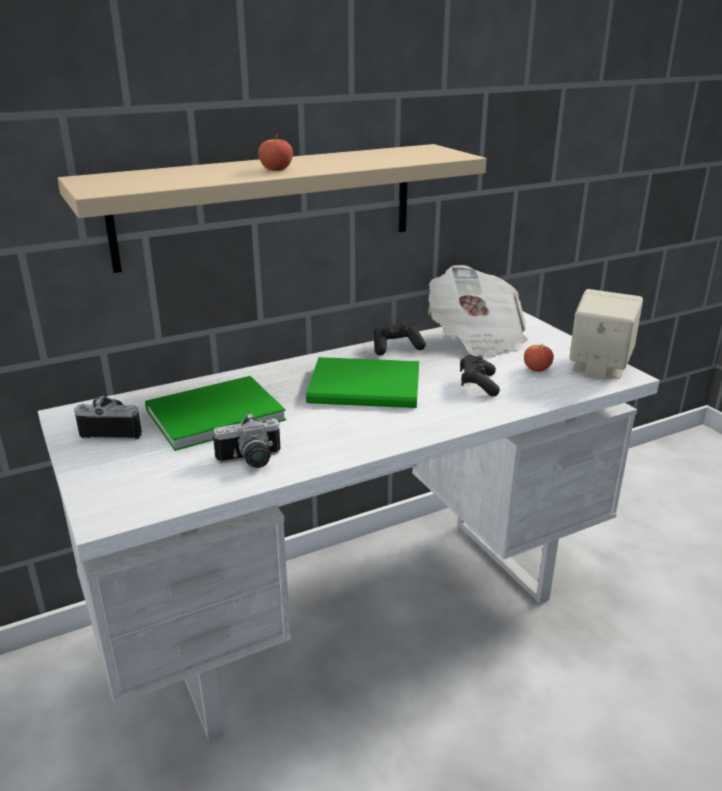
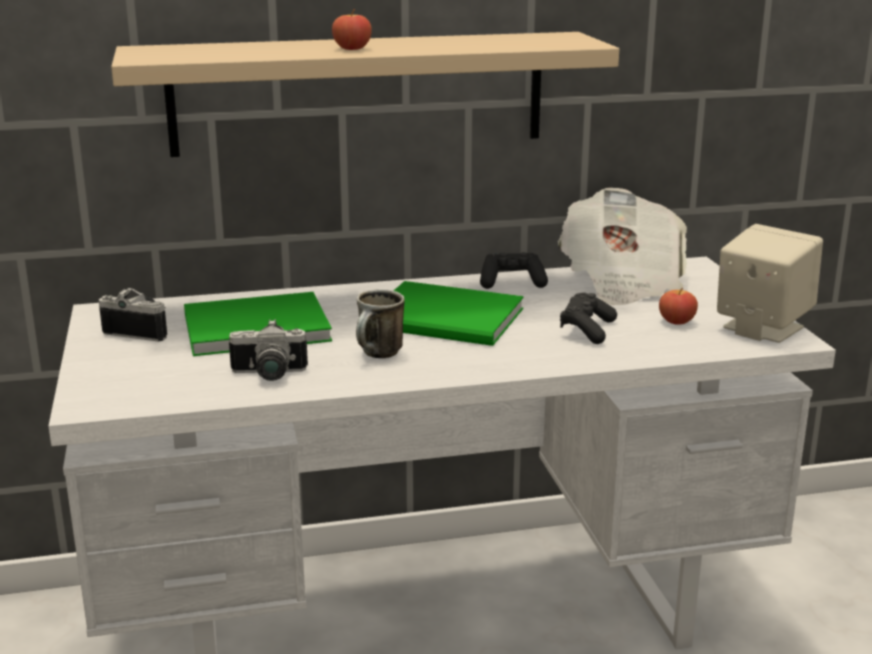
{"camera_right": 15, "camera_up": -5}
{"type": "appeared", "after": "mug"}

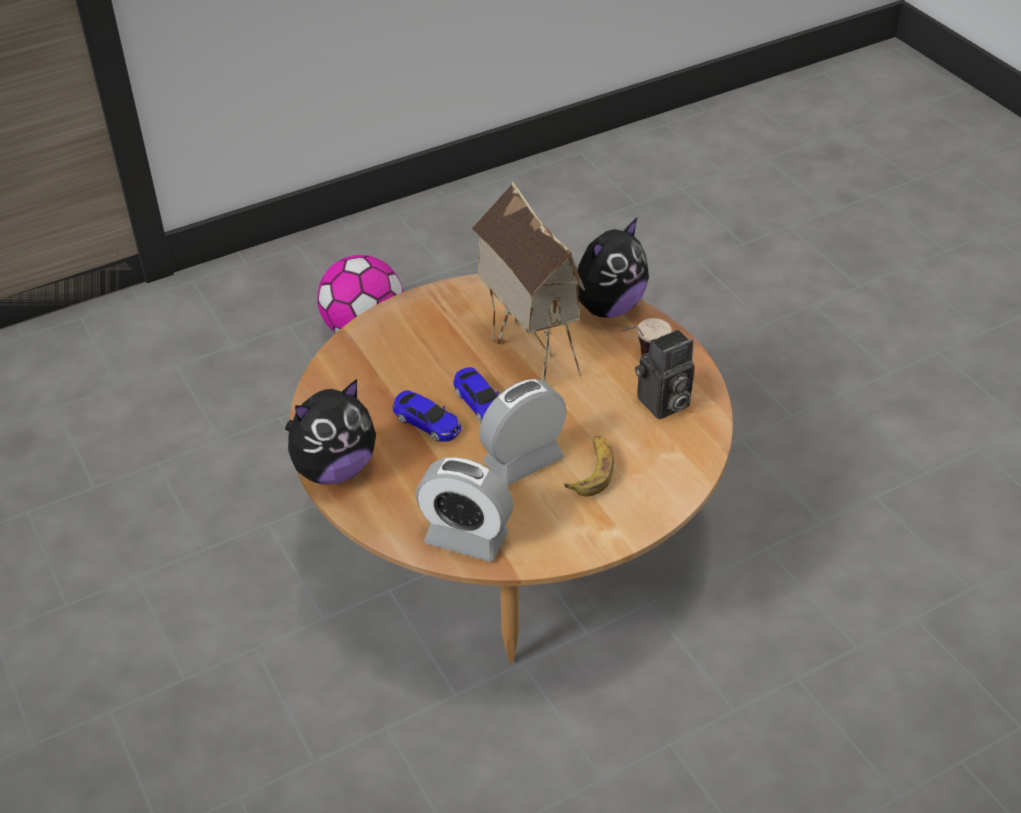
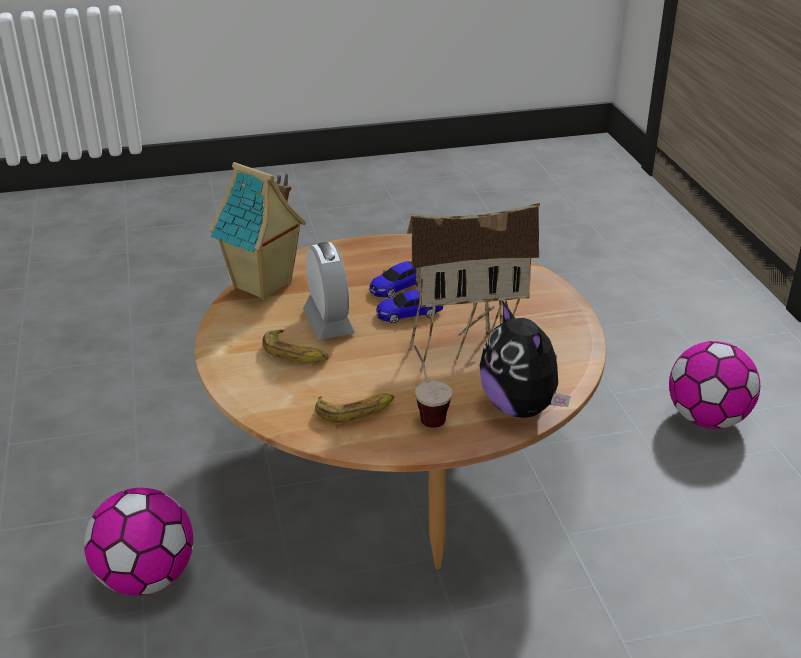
{"camera_right": 105, "camera_up": -10}
{"type": "exchanged", "before": "appareil photo", "after": "banane (no. 2 from left)"}
{"type": "missing", "before": "peluche (no. 1 from left)"}
{"type": "exchanged", "before": "réveil (no. 1 from left)", "after": "maison miniature (no. 1 from left)"}
{"type": "appeared", "after": "ballon de foot (no. 1 from left)"}

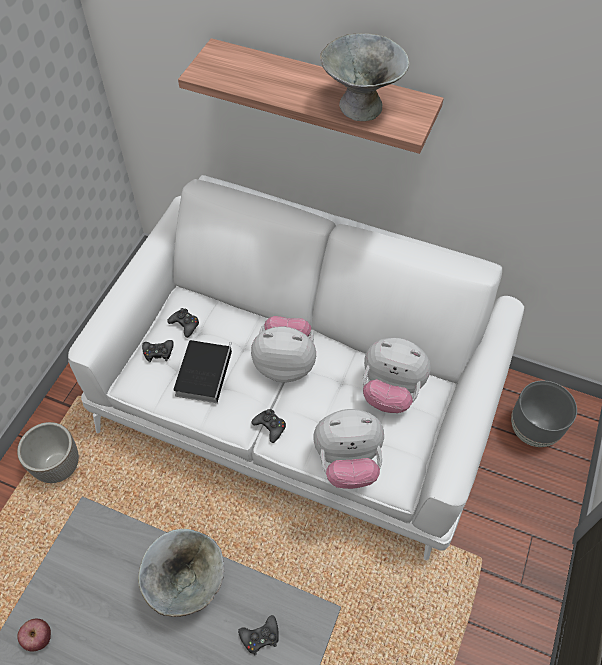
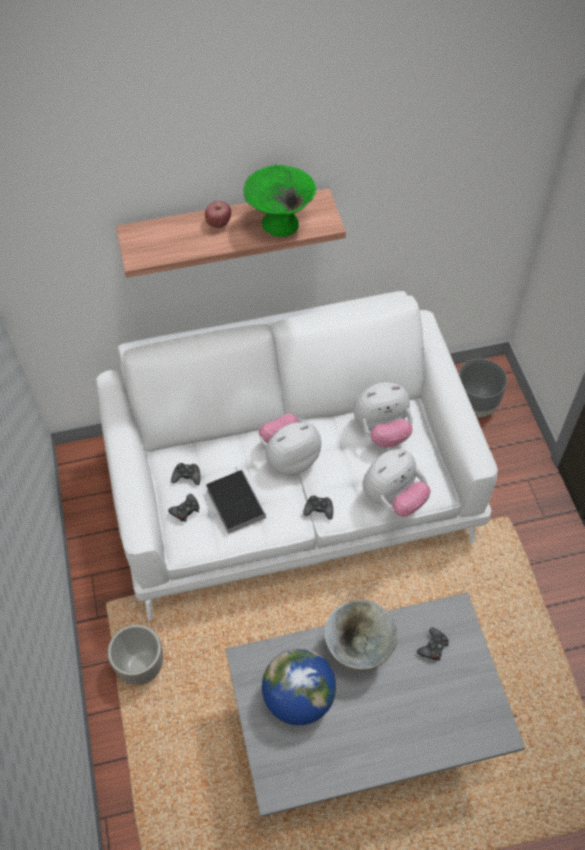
{"camera_right": -35, "camera_up": 0}
{"type": "colour", "before": "bol [gris] (no. 2 from left)", "after": "bol [vert]"}
{"type": "relocated", "before": "pomme"}
{"type": "appeared", "after": "globe"}

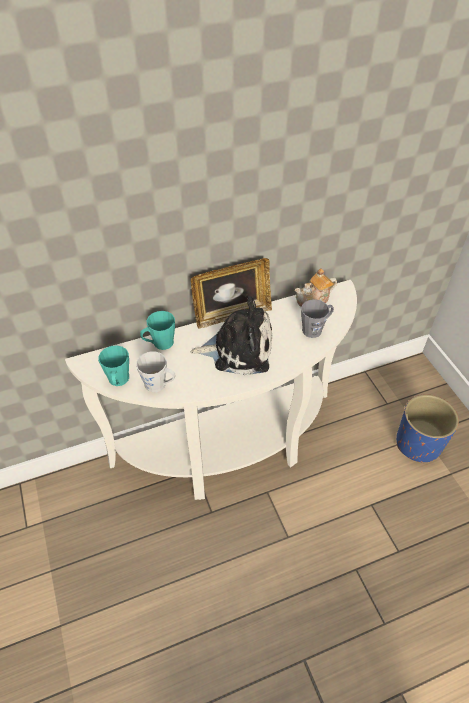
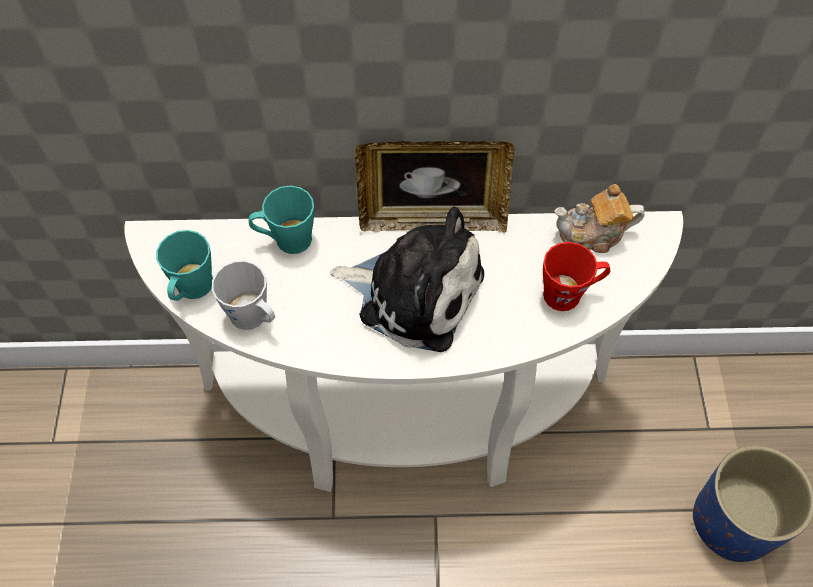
{"camera_right": 20, "camera_up": 10}
{"type": "colour", "before": "mug [gris] (no. 2 from left)", "after": "mug [rouge]"}

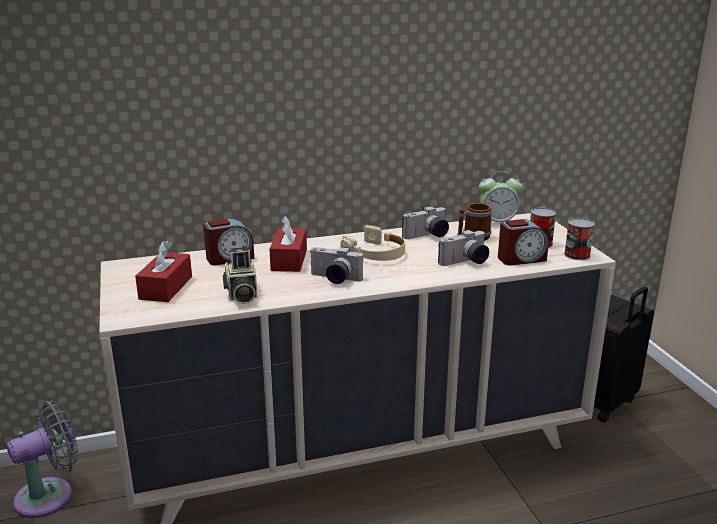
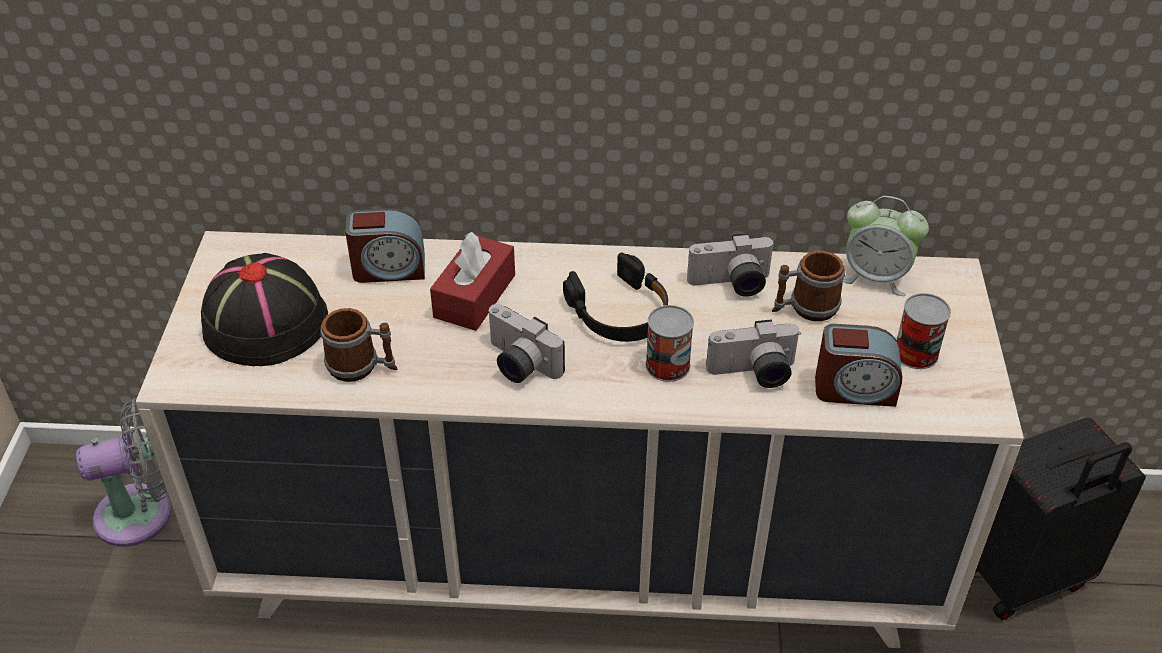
{"camera_right": 20, "camera_up": 20}
{"type": "relocated", "before": "boîte métallique (no. 2 from left in the first image)", "after": "boîte métallique (no. 1 from left)"}
{"type": "colour", "before": "casque audio [beige]", "after": "casque audio [noir]"}
{"type": "exchanged", "before": "boîte à mouchoirs [rouge] (no. 1 from left)", "after": "chapeau [noir]"}
{"type": "exchanged", "before": "appareil photo (no. 1 from left)", "after": "mug (no. 1 from left)"}

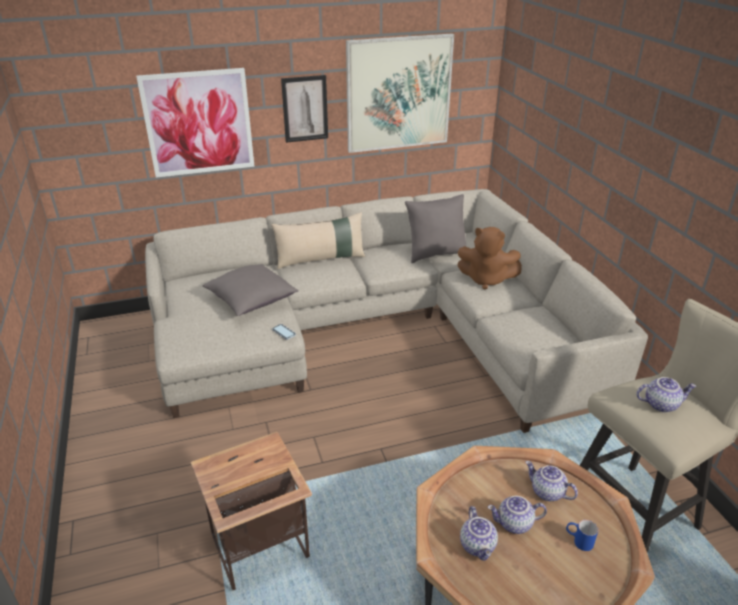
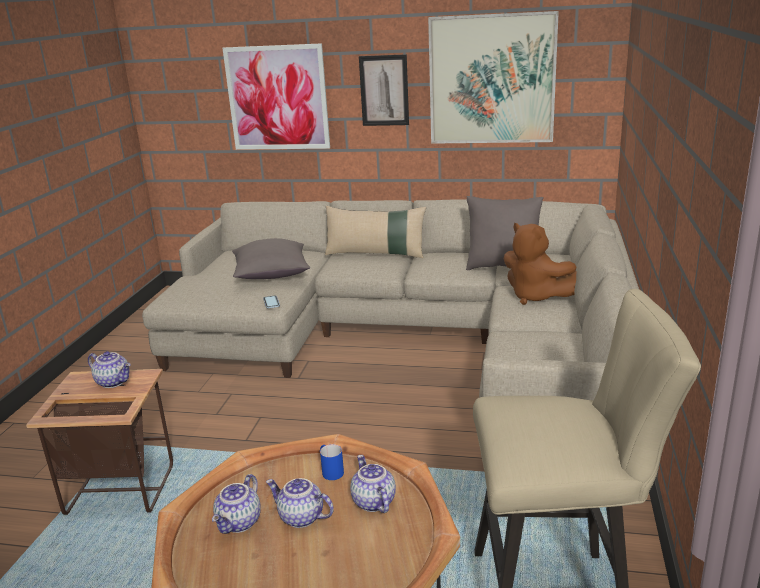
{"camera_right": 30, "camera_up": -10}
{"type": "relocated", "before": "théière (no. 4 from left in the first image)", "after": "théière (no. 1 from left)"}
{"type": "relocated", "before": "mug [bleu]"}

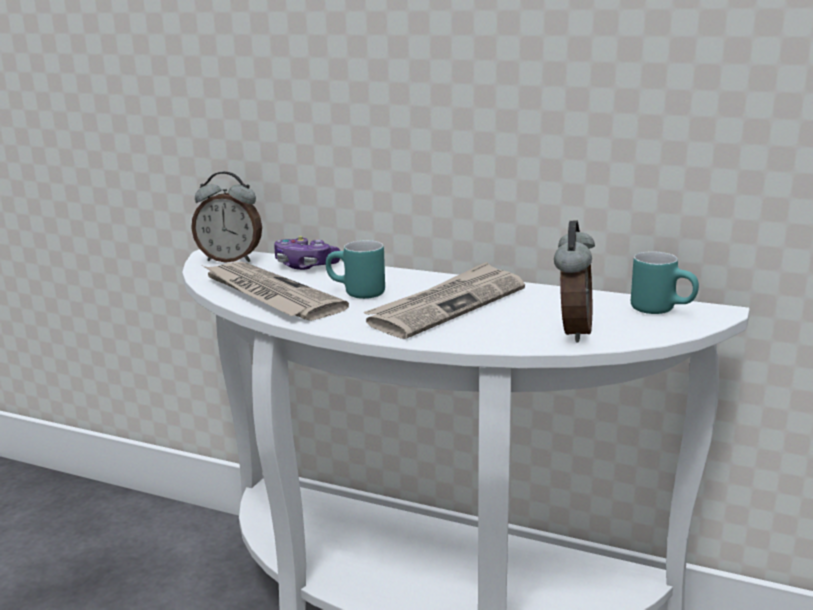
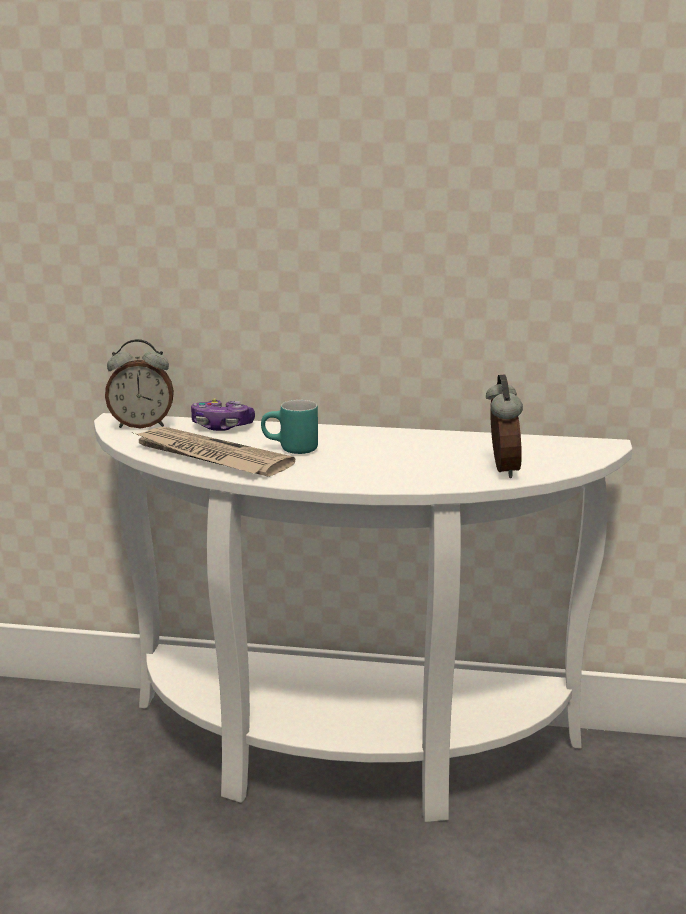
{"camera_right": -15, "camera_up": 0}
{"type": "missing", "before": "mug [turquoise] (no. 2 from left)"}
{"type": "missing", "before": "journal (no. 2 from left)"}

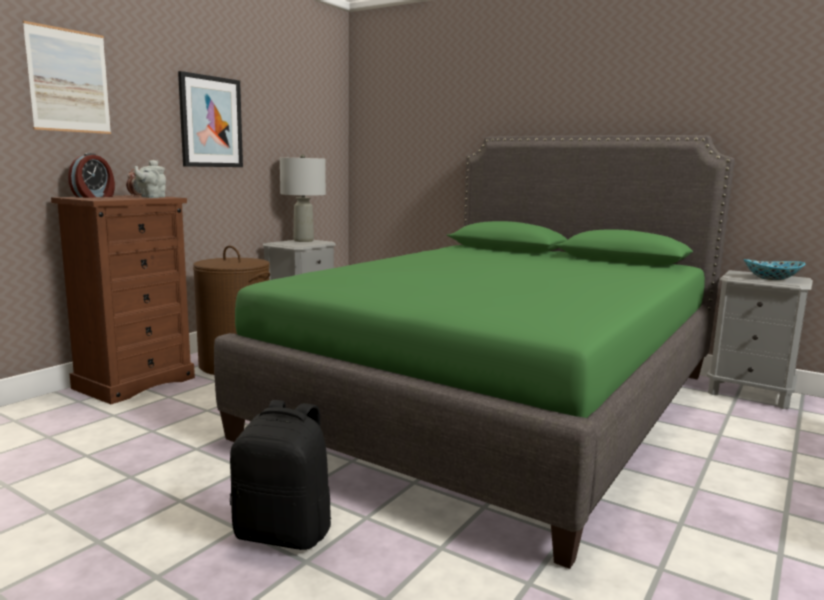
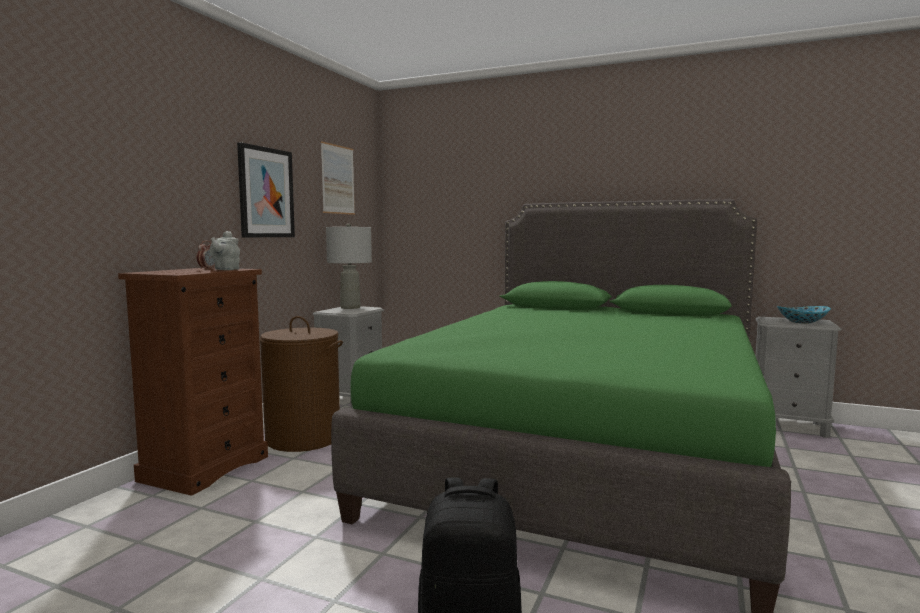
{"camera_right": -10, "camera_up": -5}
{"type": "relocated", "before": "tableau (no. 1 from left in the first image)", "after": "tableau (no. 2 from left)"}
{"type": "missing", "before": "réveil (no. 1 from left)"}

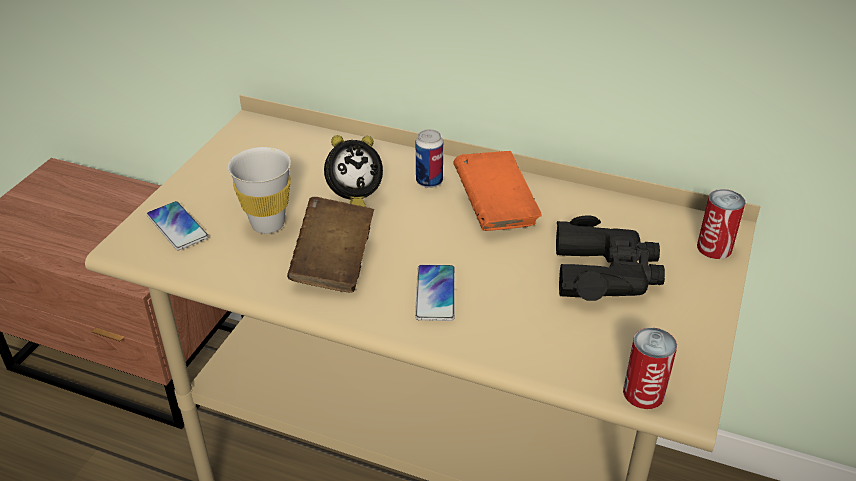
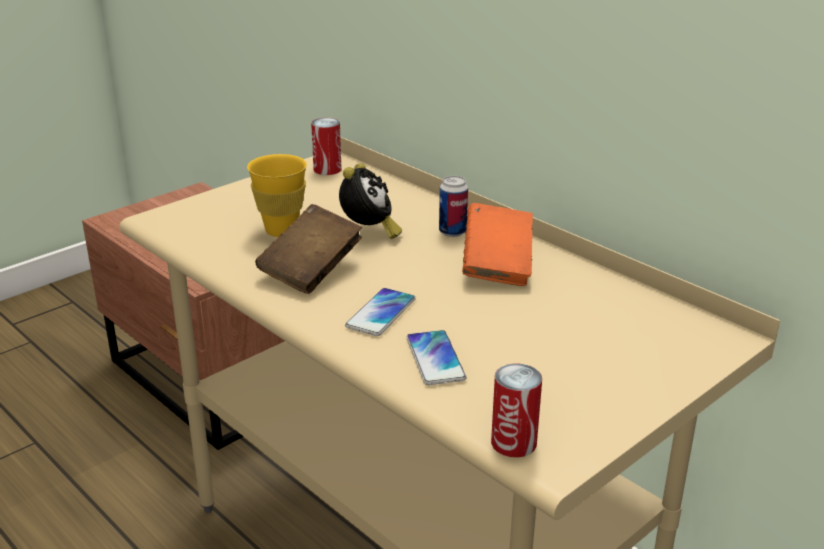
{"camera_right": 25, "camera_up": -10}
{"type": "spun", "before": "réveil", "turn": -75}
{"type": "colour", "before": "tasse [blanc]", "after": "tasse [jaune]"}
{"type": "relocated", "before": "boîte métallique (no. 3 from left in the first image)", "after": "boîte métallique (no. 1 from left)"}
{"type": "relocated", "before": "téléphone (no. 1 from left in the first image)", "after": "téléphone (no. 2 from left)"}
{"type": "missing", "before": "jumelles [noir]"}

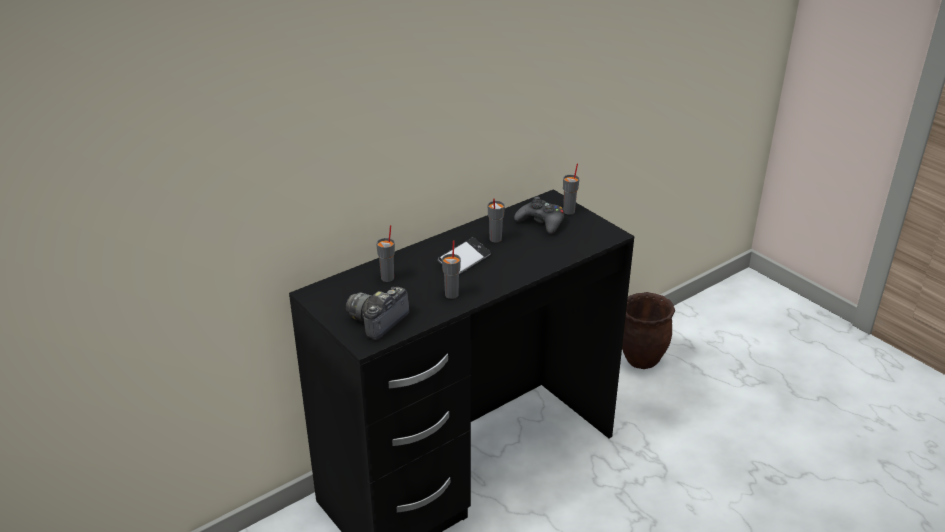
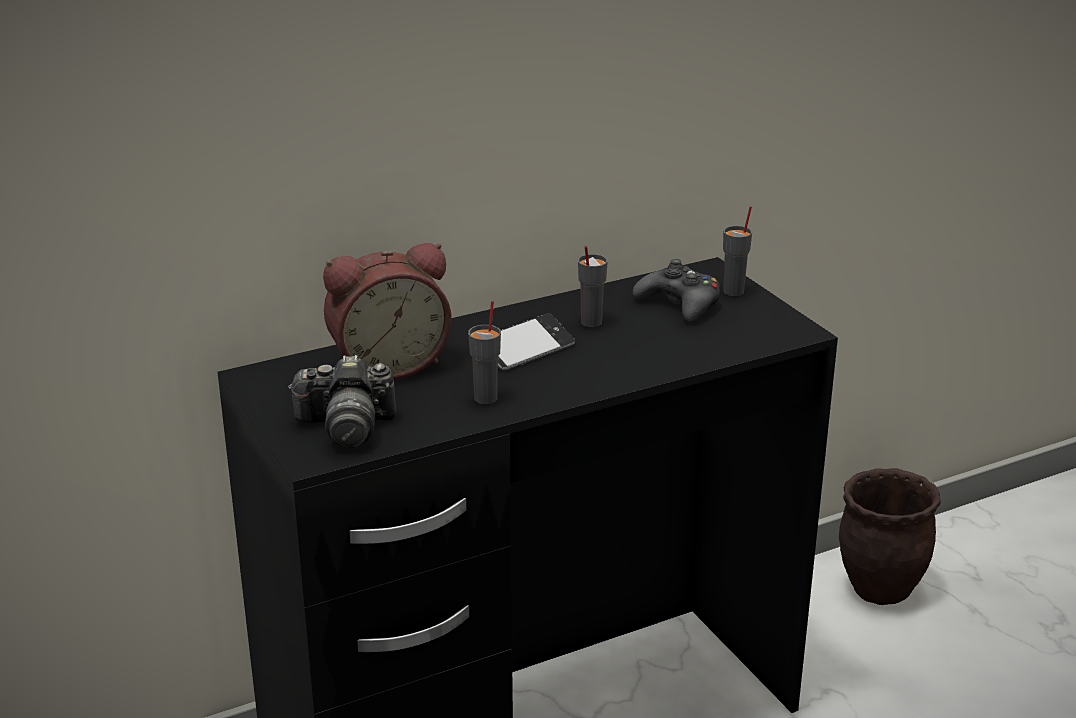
{"camera_right": 10, "camera_up": -5}
{"type": "exchanged", "before": "tasse [gris] (no. 1 from left)", "after": "réveil"}
{"type": "spun", "before": "appareil photo", "turn": -135}

